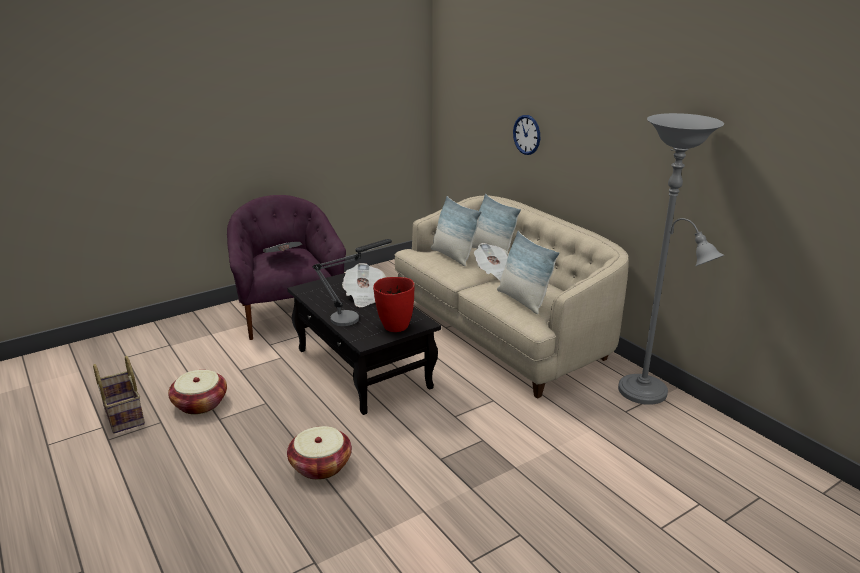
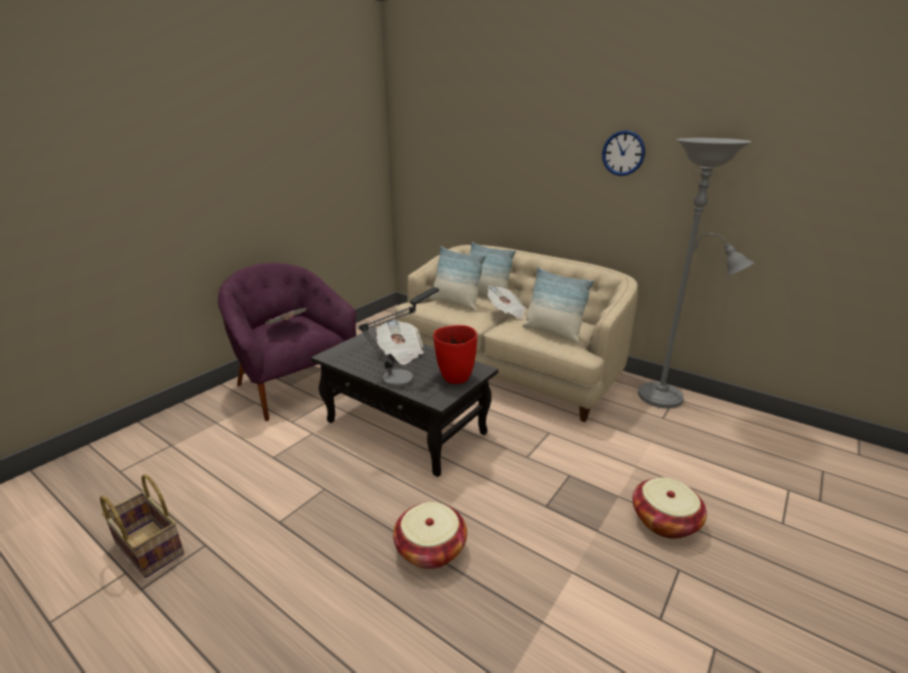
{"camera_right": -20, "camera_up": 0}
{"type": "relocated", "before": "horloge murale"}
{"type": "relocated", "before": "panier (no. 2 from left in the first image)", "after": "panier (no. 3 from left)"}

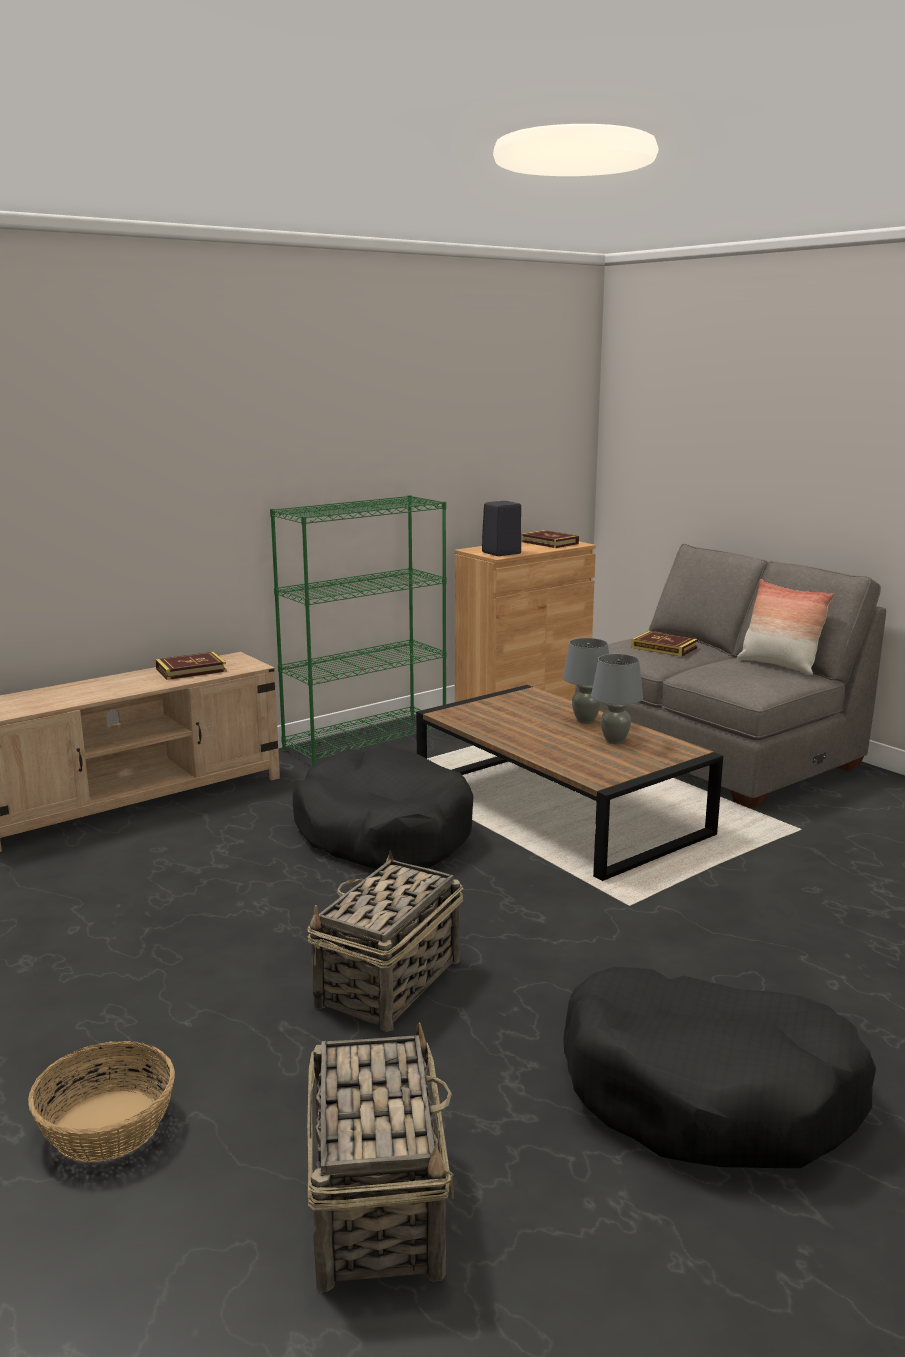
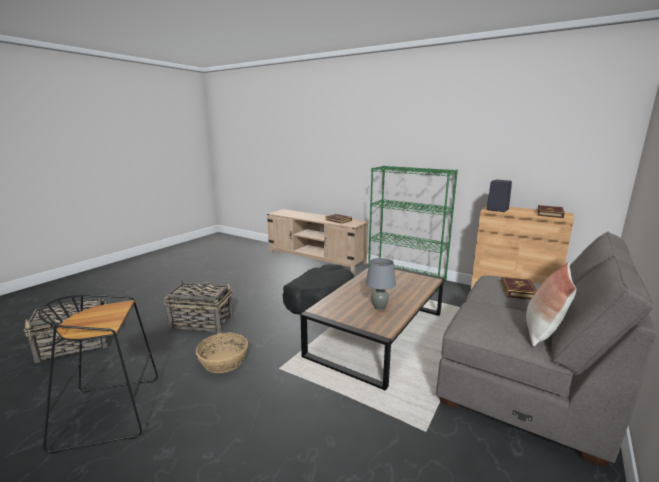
{"camera_right": 70, "camera_up": 0}
{"type": "missing", "before": "lampe de table [gris] (no. 1 from left)"}
{"type": "exchanged", "before": "panier pour chien [noir] (no. 2 from left)", "after": "tabouret [noir]"}
{"type": "relocated", "before": "panier (no. 1 from left in the first image)", "after": "panier (no. 3 from left)"}

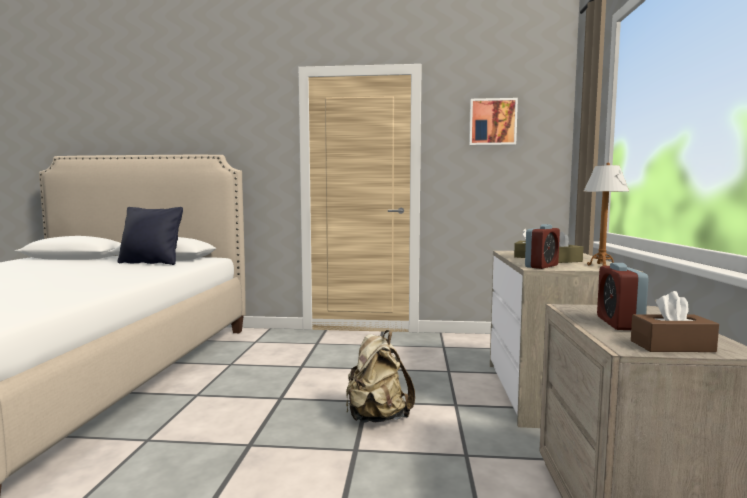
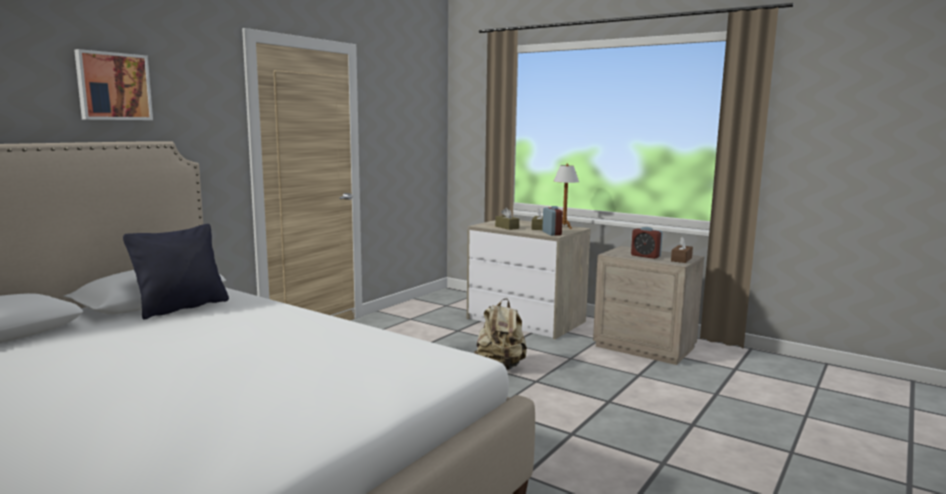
{"camera_right": -60, "camera_up": 5}
{"type": "relocated", "before": "tableau"}

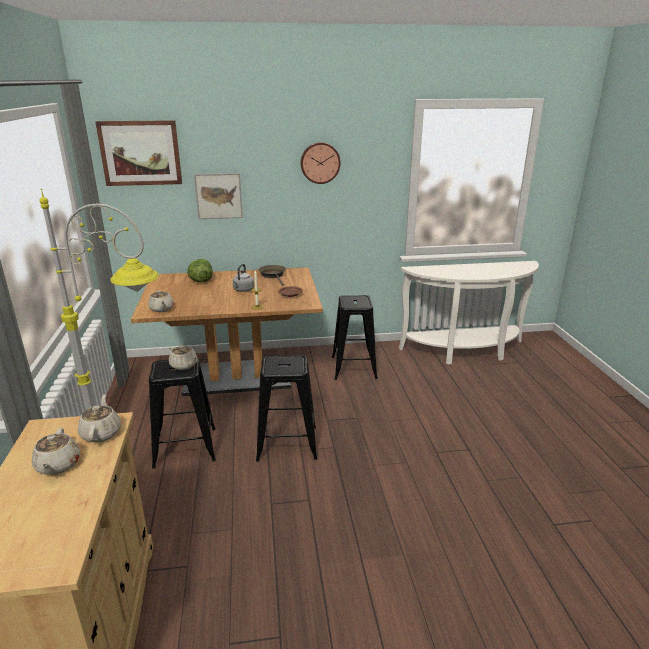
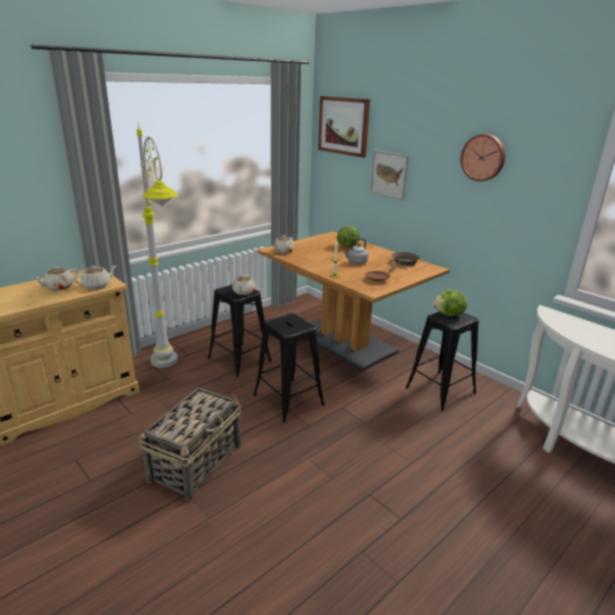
{"camera_right": 55, "camera_up": 0}
{"type": "appeared", "after": "laitue (no. 2 from left)"}
{"type": "appeared", "after": "panier"}

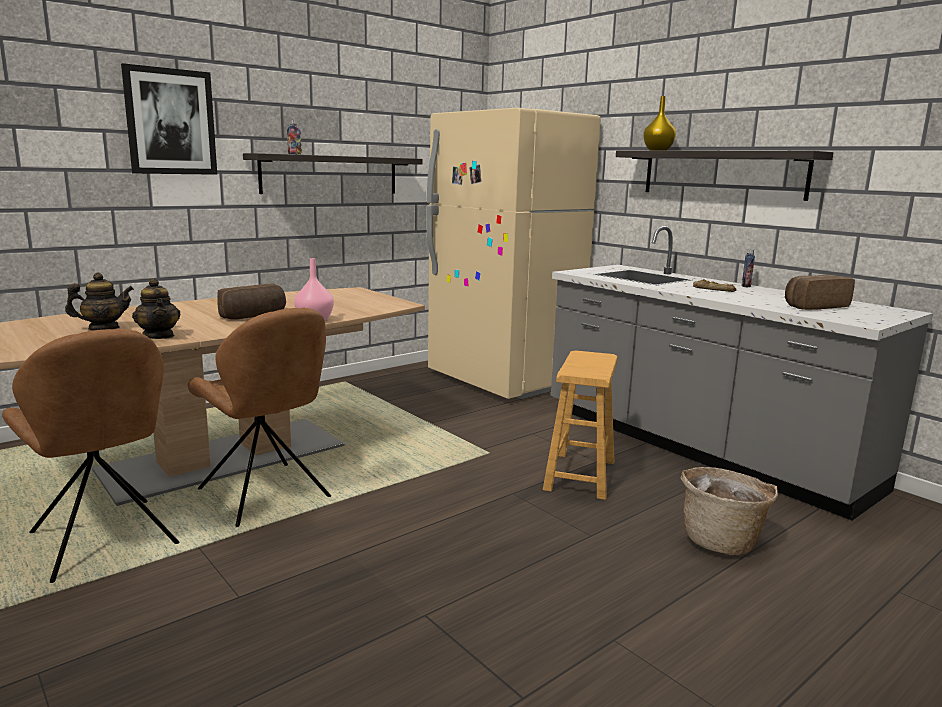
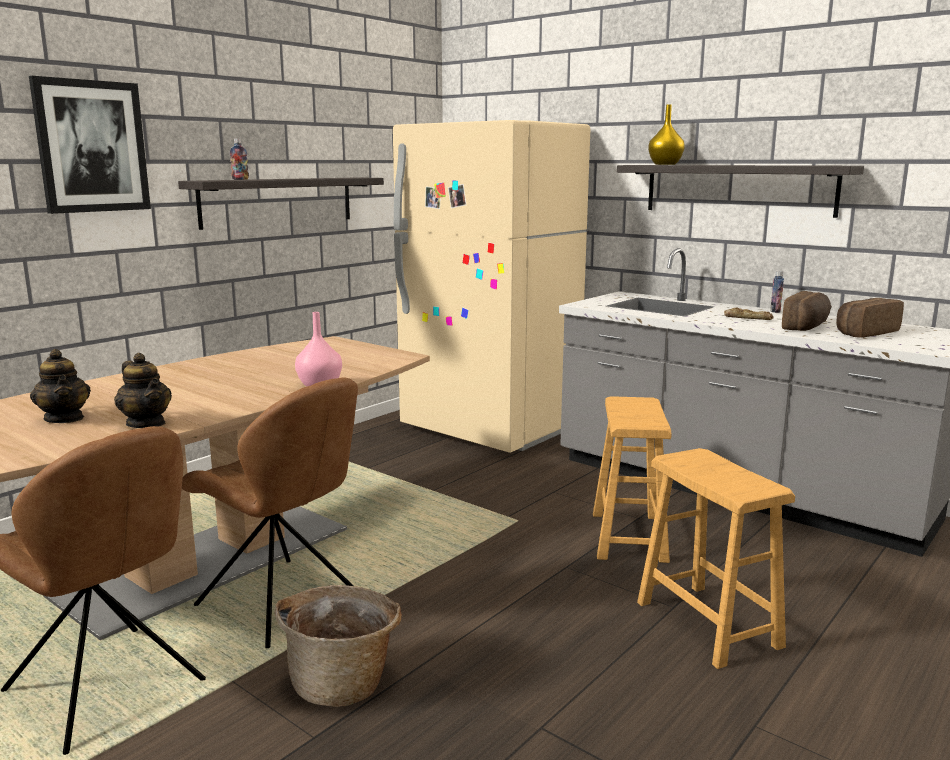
{"camera_right": -10, "camera_up": 0}
{"type": "spun", "before": "théière (no. 1 from left)", "turn": 90}
{"type": "relocated", "before": "pain (no. 1 from left in the first image)", "after": "pain (no. 2 from left)"}
{"type": "relocated", "before": "panier"}
{"type": "appeared", "after": "tabouret [marron] (no. 2 from left)"}

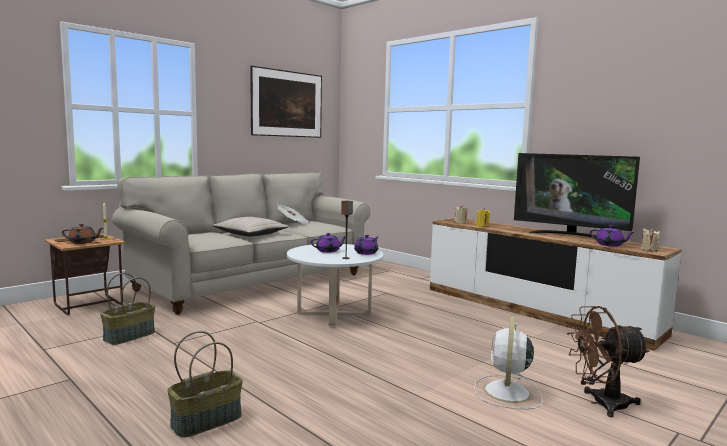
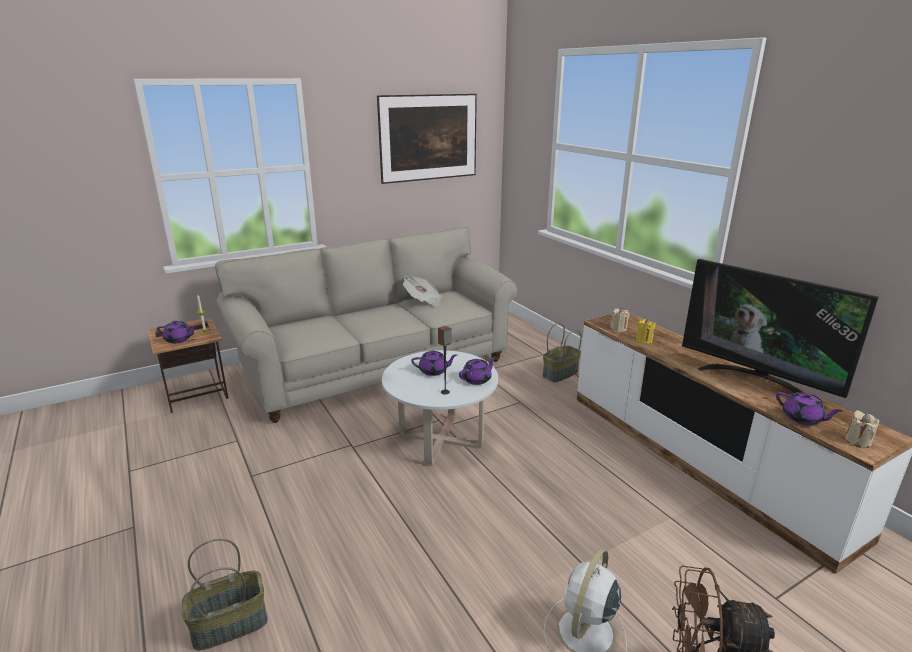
{"camera_right": 15, "camera_up": 15}
{"type": "missing", "before": "coussin [beige]"}
{"type": "colour", "before": "théière [marron]", "after": "théière [violet] (no. 1 from left)"}
{"type": "relocated", "before": "panier (no. 1 from left in the first image)", "after": "panier (no. 2 from left)"}

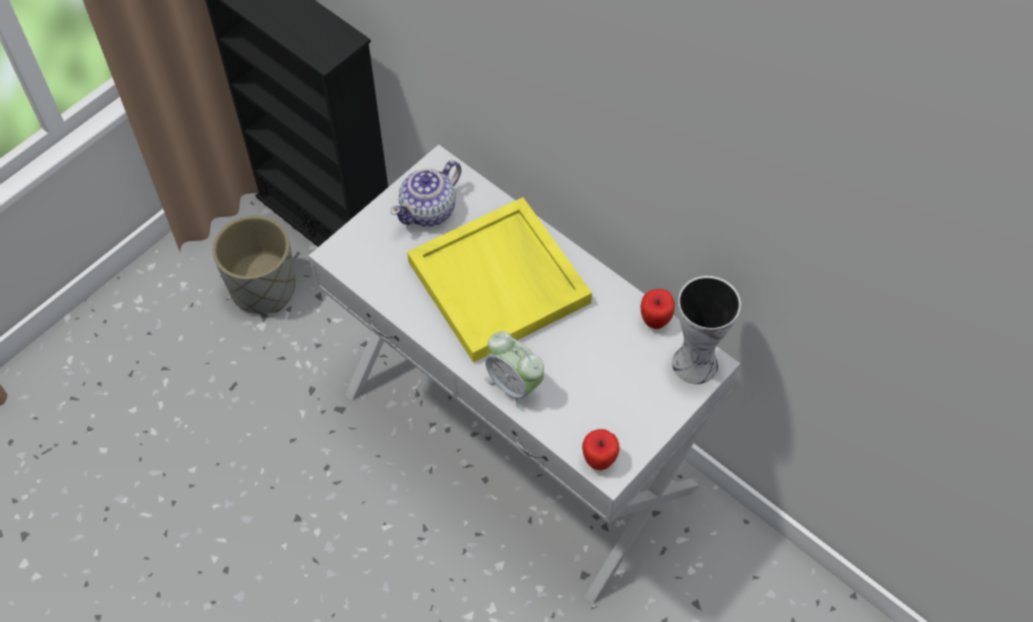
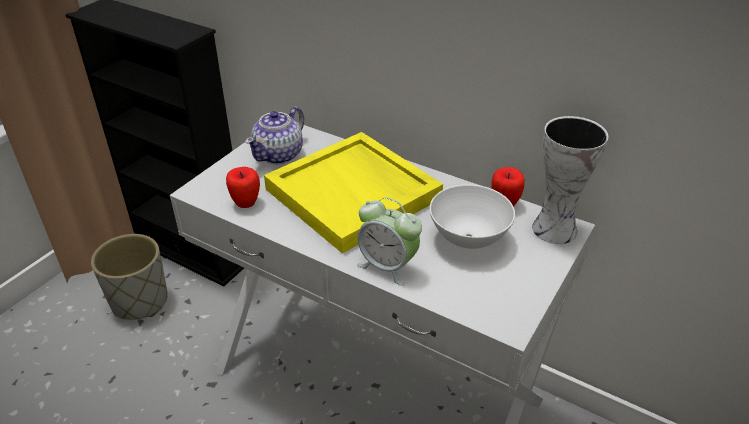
{"camera_right": -10, "camera_up": -20}
{"type": "relocated", "before": "pomme (no. 1 from left)"}
{"type": "appeared", "after": "bol [blanc]"}

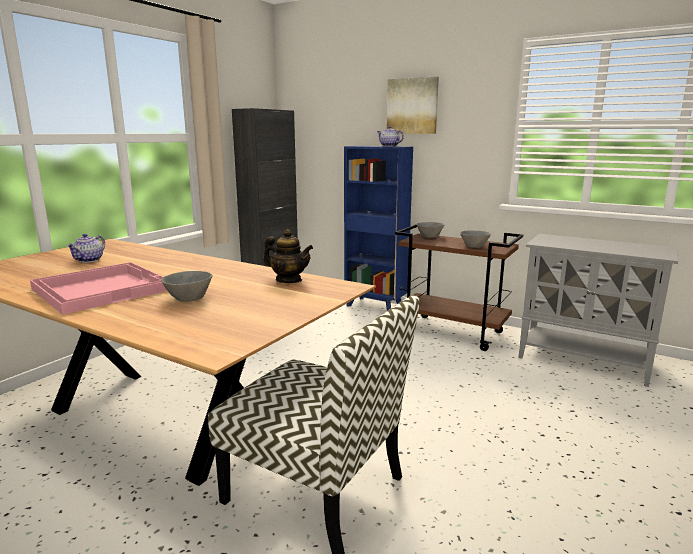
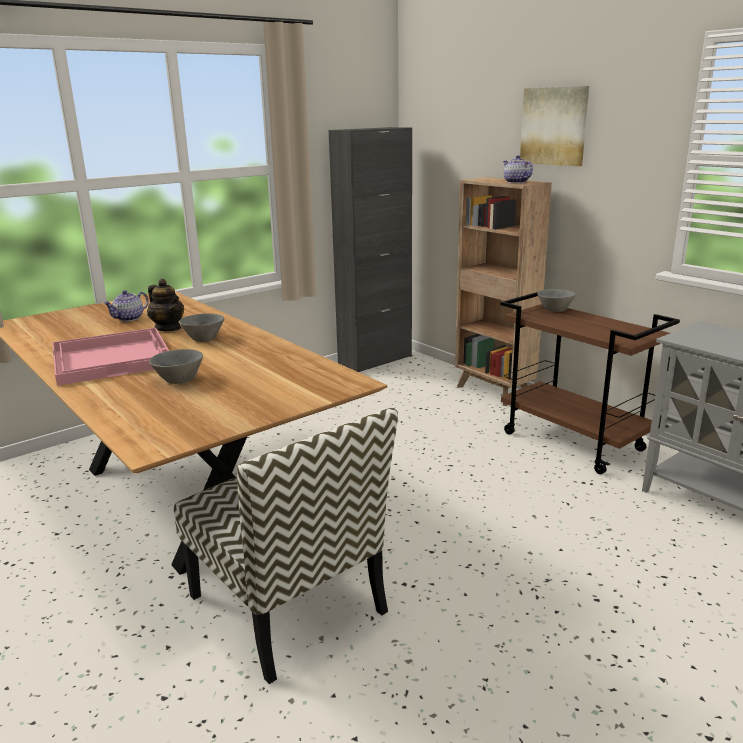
{"camera_right": 20, "camera_up": 5}
{"type": "colour", "before": "bibliothèque [bleu]", "after": "bibliothèque [marron]"}
{"type": "relocated", "before": "théière (no. 2 from left)"}
{"type": "relocated", "before": "bol [gris] (no. 3 from left in the first image)", "after": "bol [gris] (no. 2 from left)"}

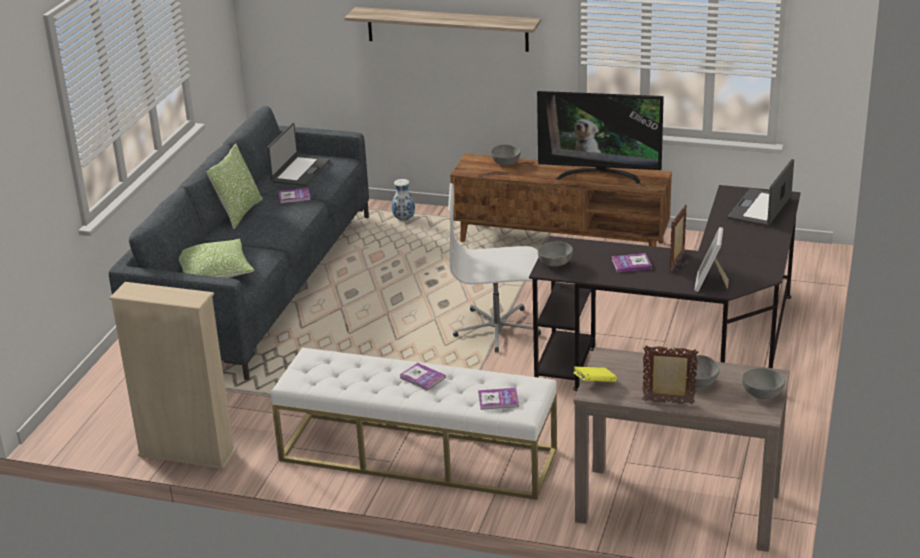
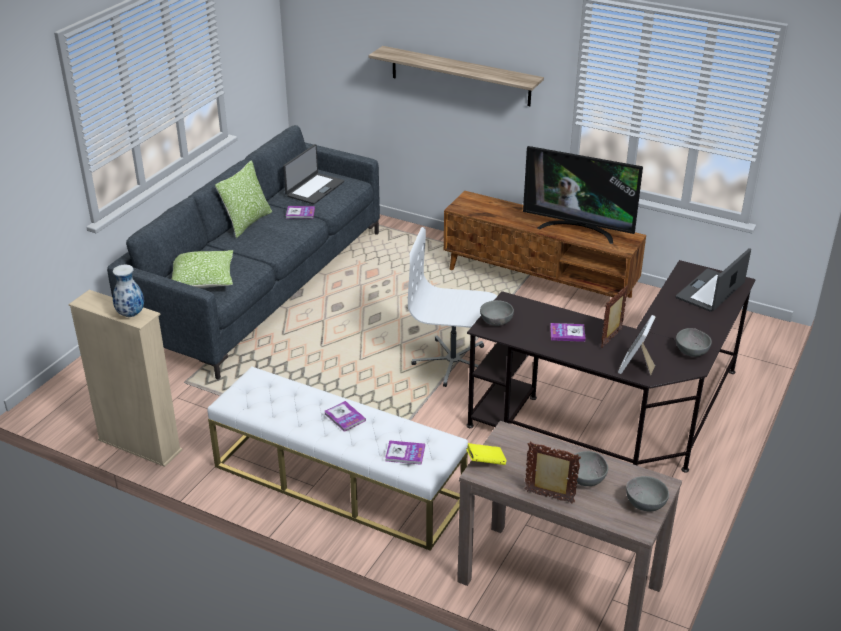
{"camera_right": 10, "camera_up": 5}
{"type": "relocated", "before": "bol [gris] (no. 1 from left in the first image)", "after": "bol [gris] (no. 4 from left)"}
{"type": "relocated", "before": "vase"}

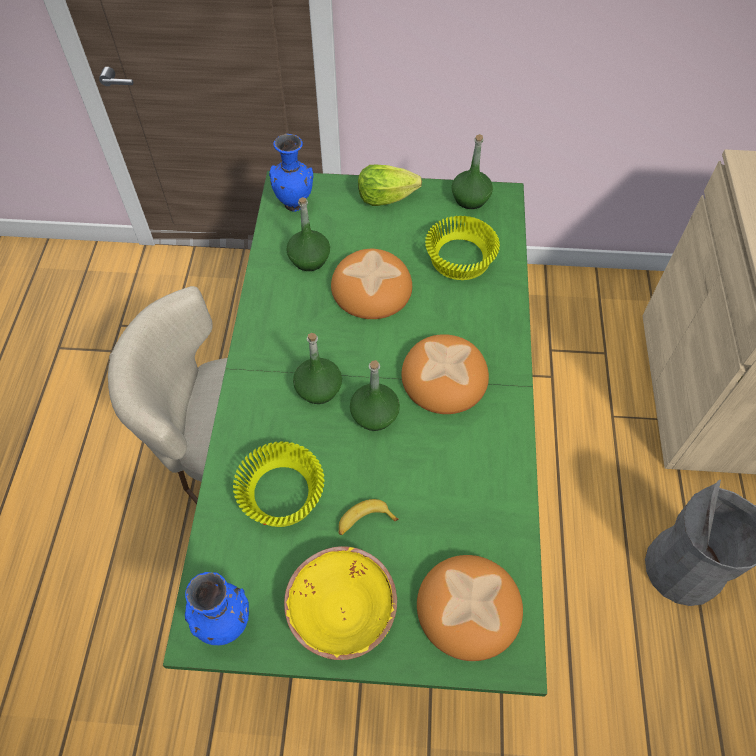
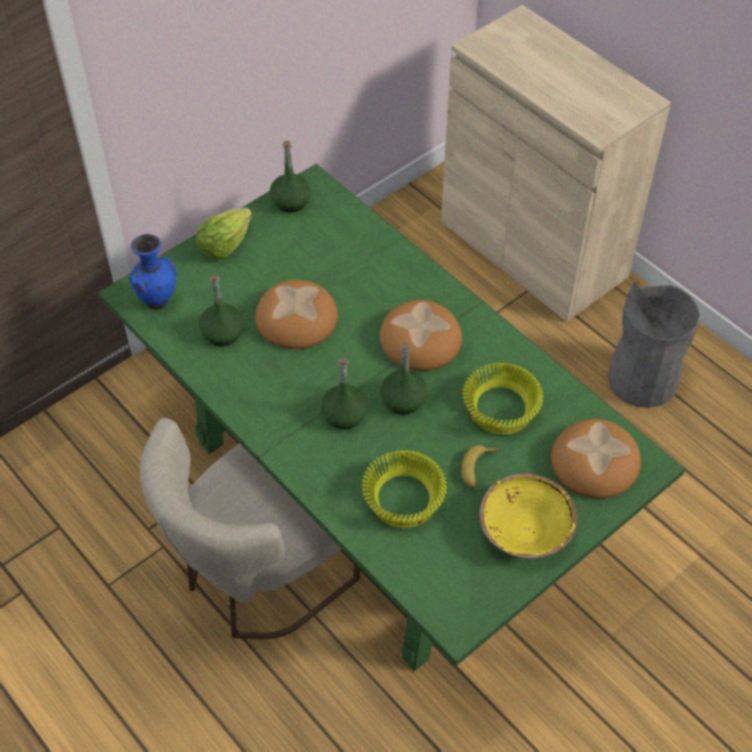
{"camera_right": -45, "camera_up": -5}
{"type": "relocated", "before": "bol [jaune] (no. 3 from left in the first image)", "after": "bol [jaune] (no. 2 from left)"}
{"type": "missing", "before": "vase [bleu] (no. 1 from left)"}

